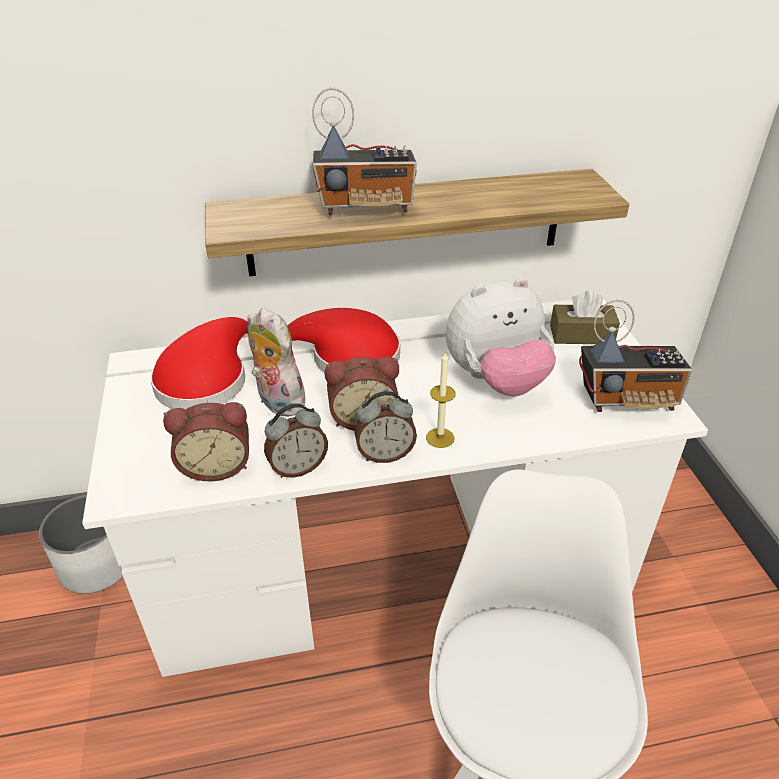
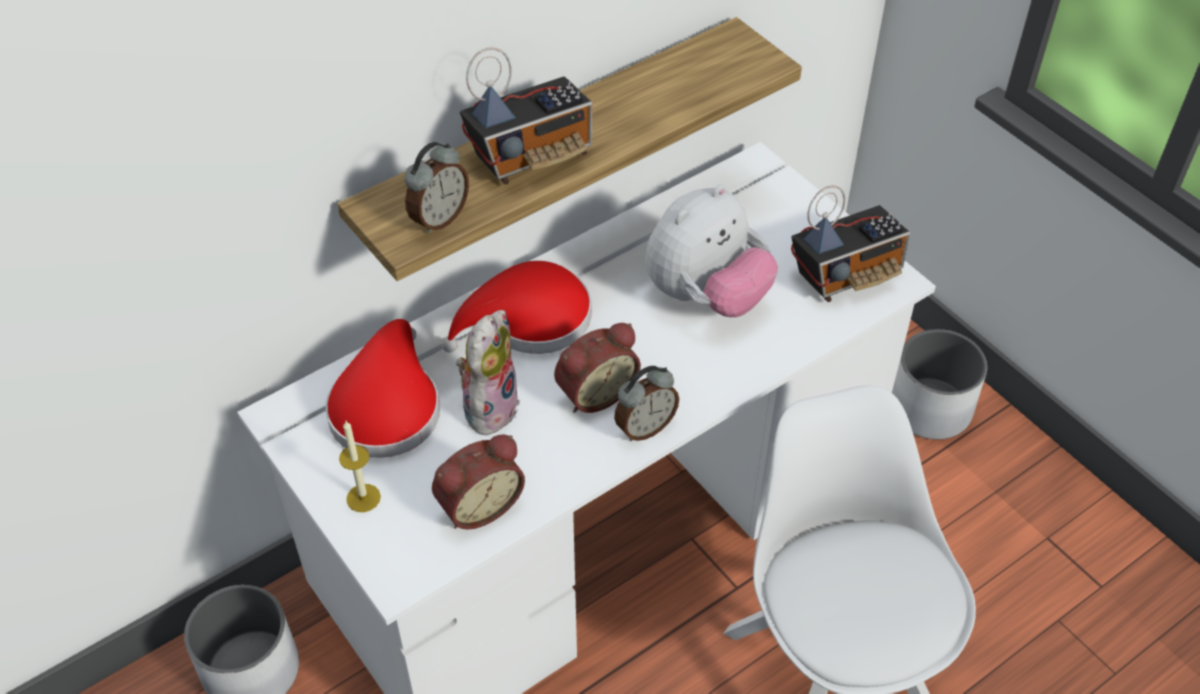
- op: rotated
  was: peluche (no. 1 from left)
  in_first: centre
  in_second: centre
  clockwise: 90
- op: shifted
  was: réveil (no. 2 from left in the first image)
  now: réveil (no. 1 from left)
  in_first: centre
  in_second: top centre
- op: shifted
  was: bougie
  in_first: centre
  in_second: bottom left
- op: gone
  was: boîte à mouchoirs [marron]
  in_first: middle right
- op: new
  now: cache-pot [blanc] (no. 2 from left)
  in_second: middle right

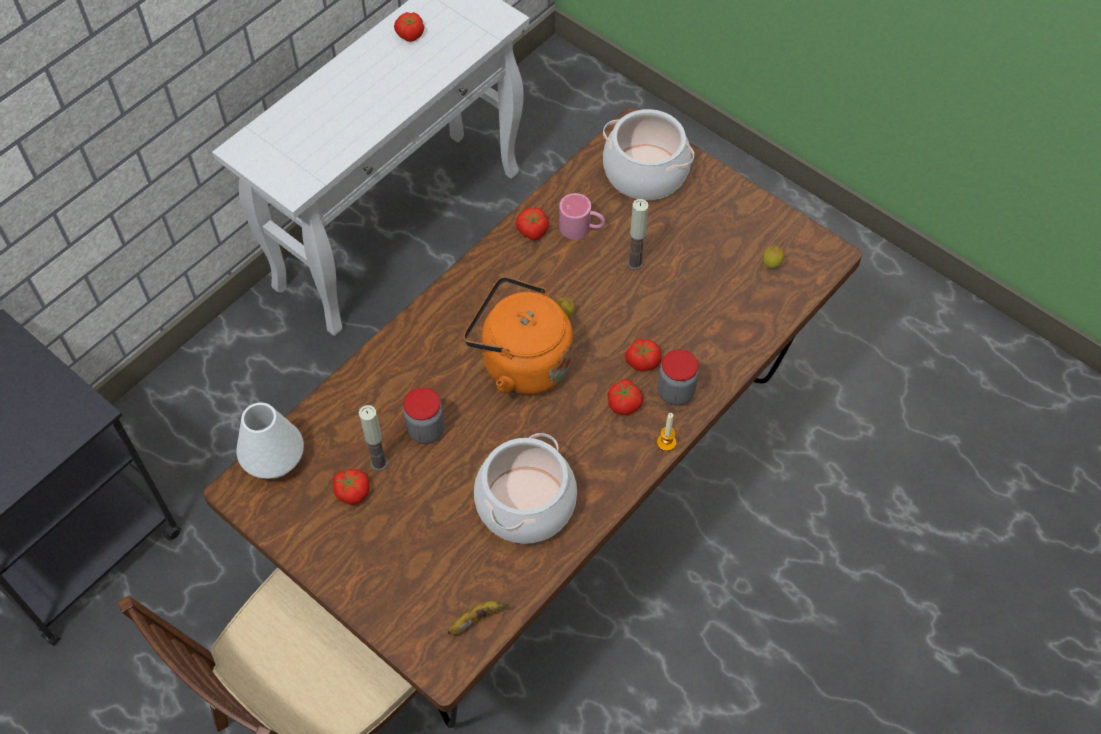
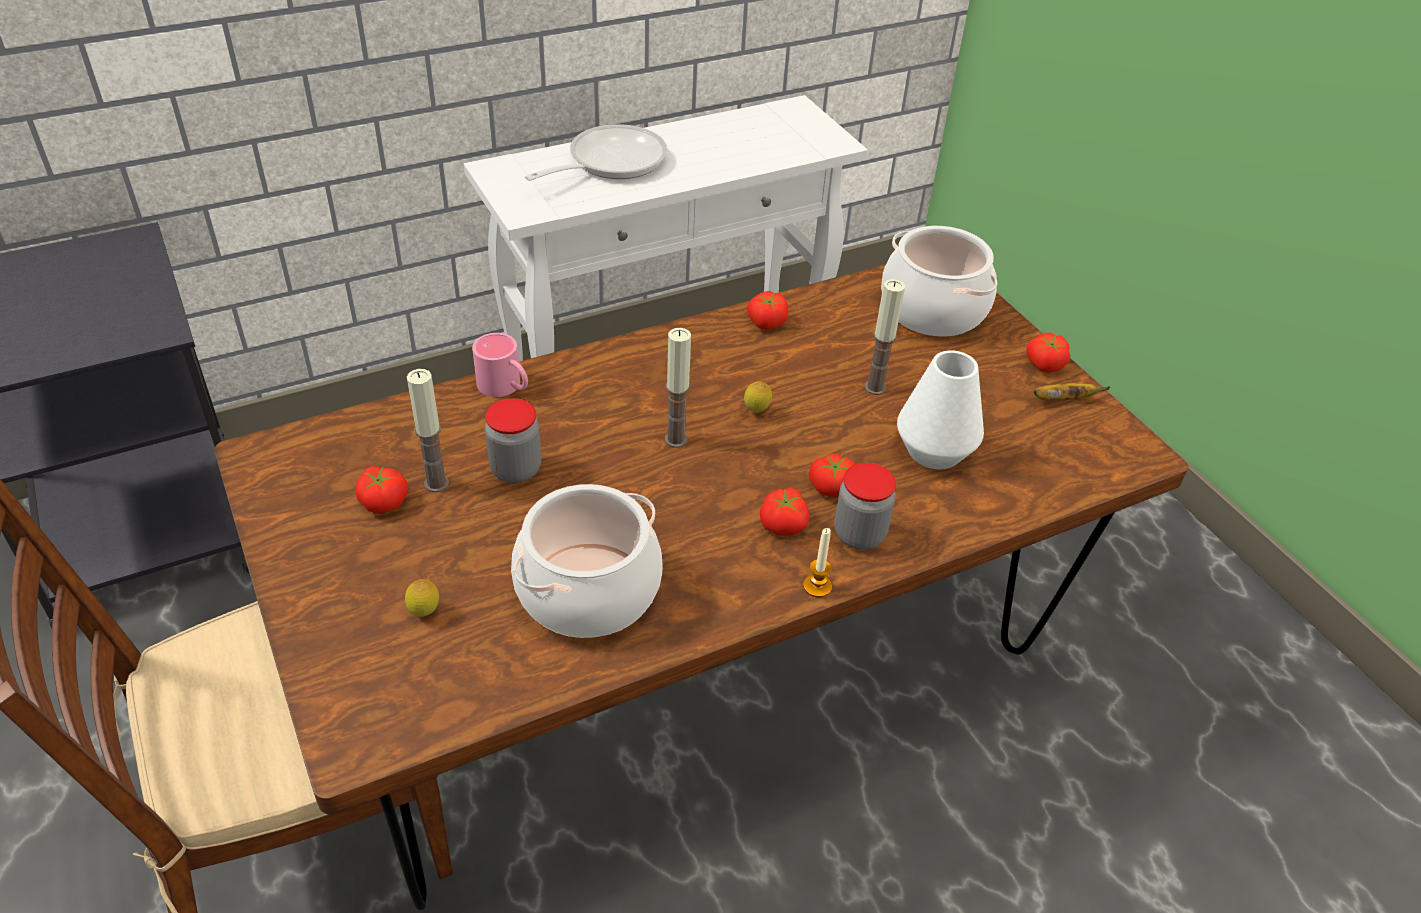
- op: shifted
  was: vase [blanc]
  in_first: middle left
  in_second: centre
- op: shifted
  was: tomate (no. 2 from left in the first image)
  now: tomate (no. 5 from left)
  in_first: top centre
  in_second: middle right
- op: shifted
  was: banane
  in_first: bottom centre
  in_second: middle right
- op: swapped
  was: bouilloire [orange]
  now: bougie (no. 2 from left)
  in_first: centre
  in_second: centre
- op: shifted
  was: mug [rose]
  in_first: top centre
  in_second: centre
- op: shifted
  was: citron (no. 2 from left in the first image)
  now: citron (no. 1 from left)
  in_first: middle right
  in_second: middle left
- op: new
  now: poêle
  in_second: top centre

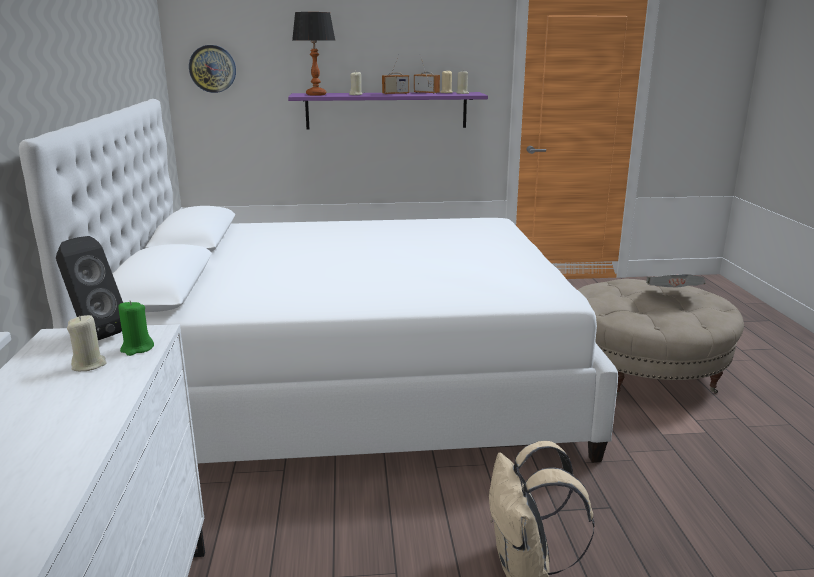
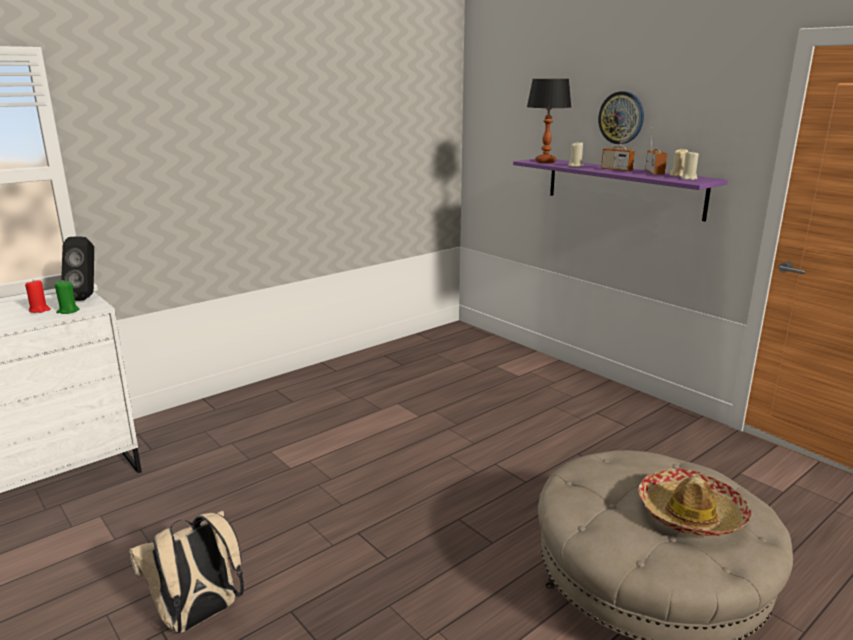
- op: gone
  was: lit [blanc]
  in_first: centre
- op: repainted
  was: bougie [beige] (no. 1 from left)
  now: bougie [rouge]
  in_first: middle left
  in_second: middle left
- op: shifted
  was: horloge murale
  in_first: top left
  in_second: top right
- op: swapped
  was: journal
  now: chapeau
  in_first: middle right
  in_second: bottom right

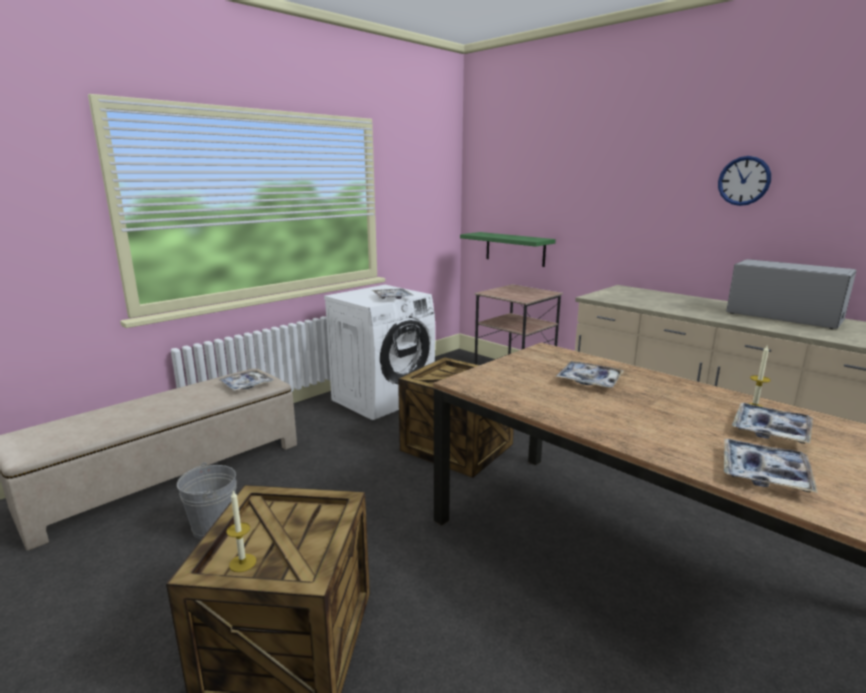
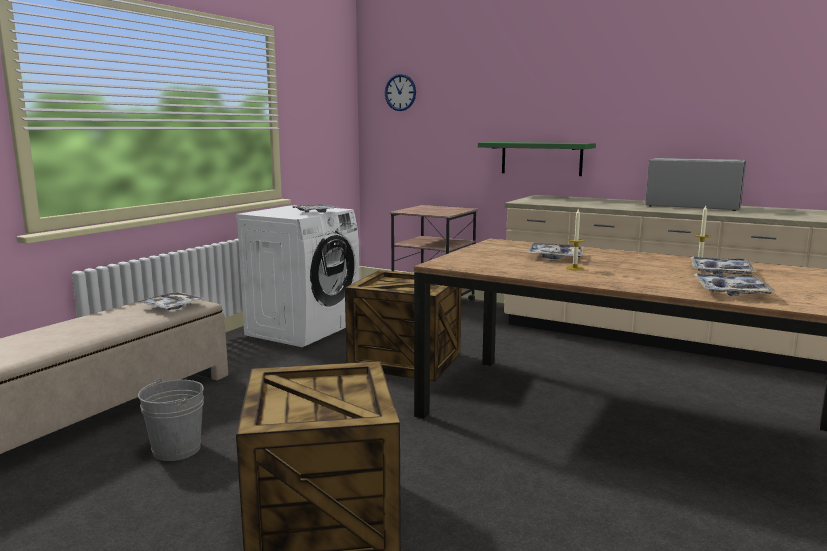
- op: shifted
  was: bougie (no. 1 from left)
  in_first: bottom left
  in_second: middle right
- op: shifted
  was: étagère [vert]
  in_first: centre
  in_second: top centre
- op: shifted
  was: horloge murale
  in_first: top right
  in_second: top centre

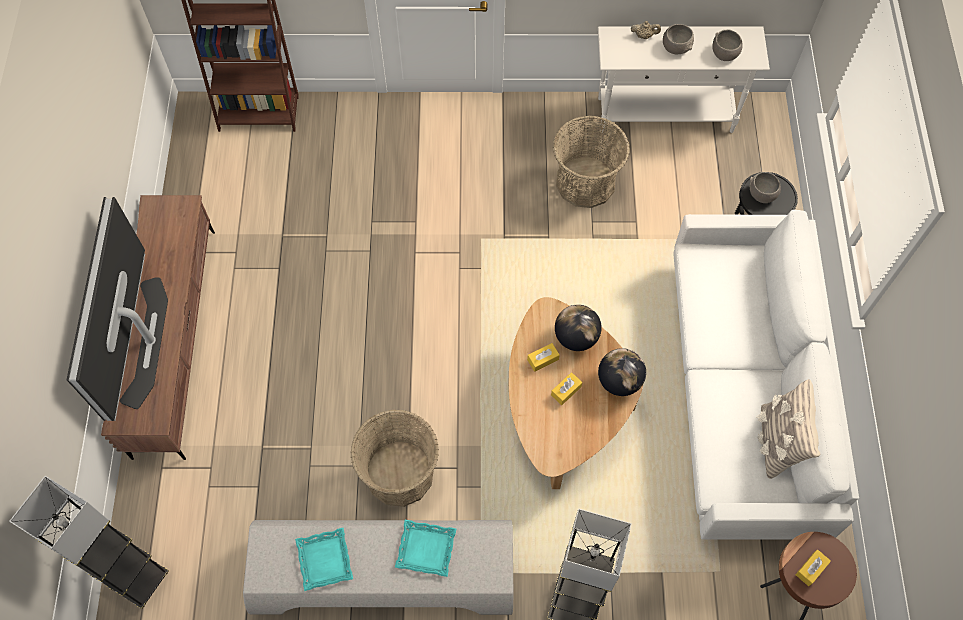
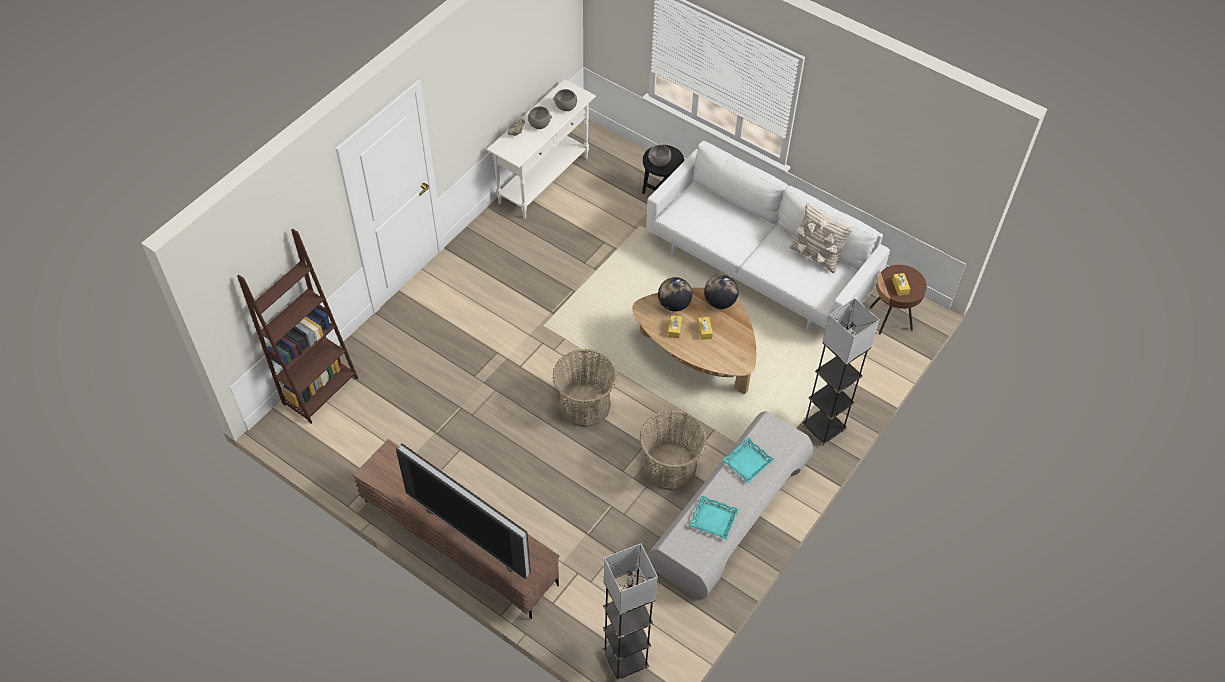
- op: shifted
  was: panier (no. 2 from left in the first image)
  now: panier (no. 1 from left)
  in_first: top centre
  in_second: centre

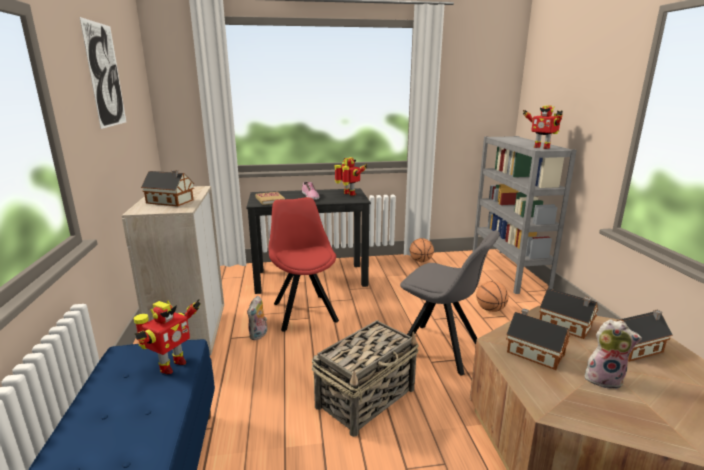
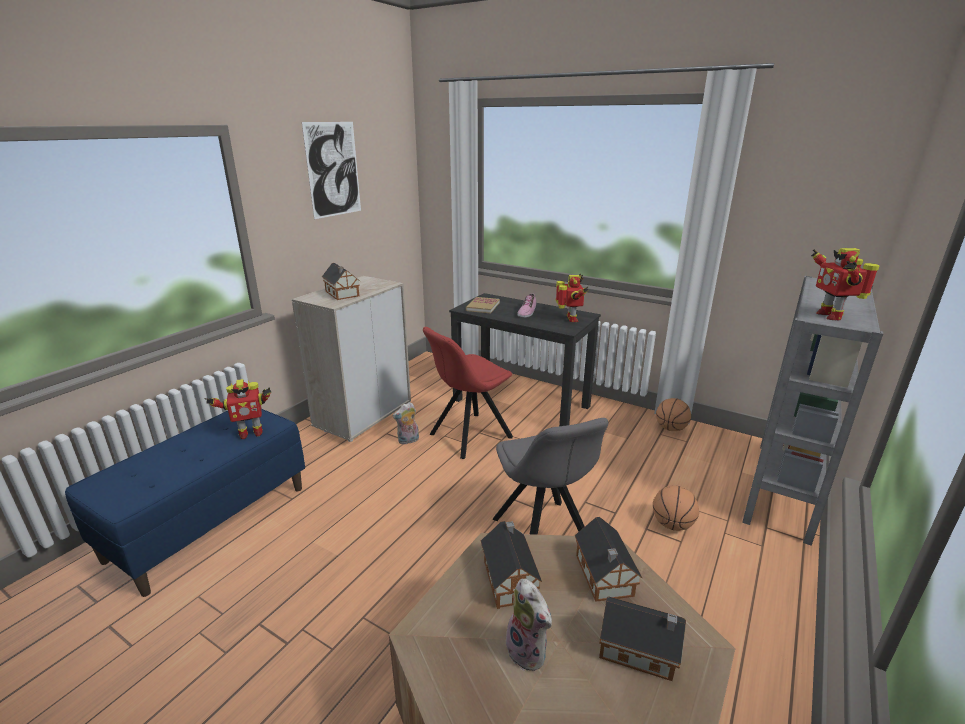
- op: rotated
  was: chaise [rouge]
  in_first: centre
  in_second: centre
  clockwise: -150
- op: gone
  was: panier
  in_first: bottom centre

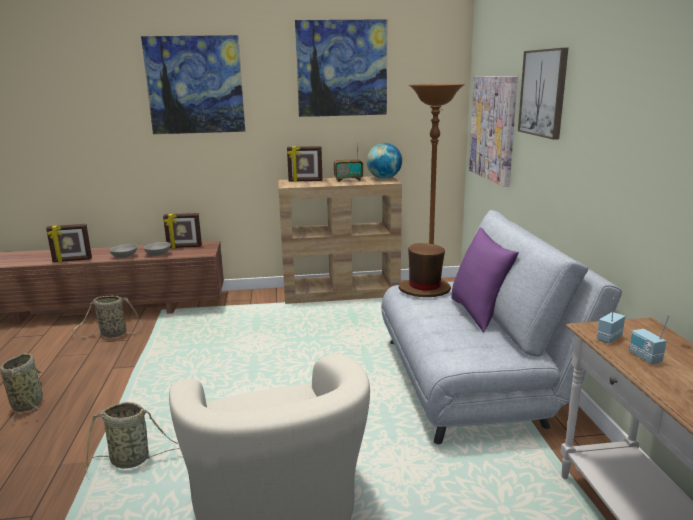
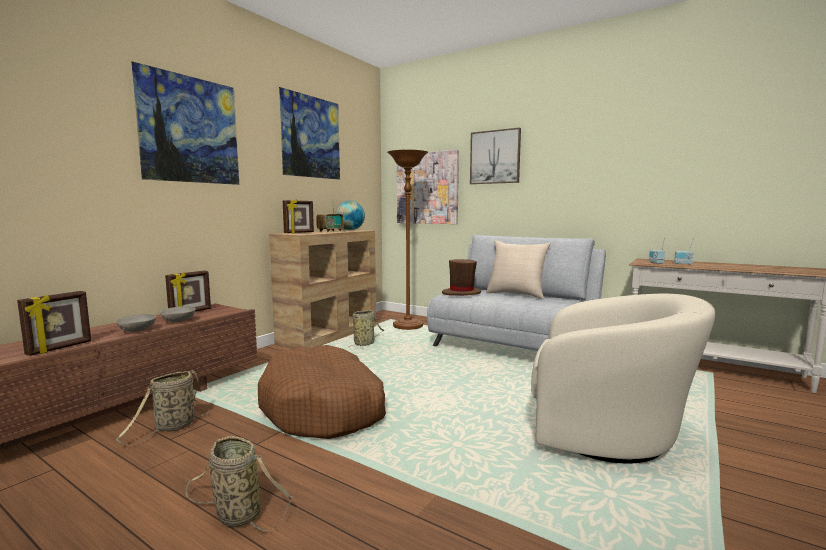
- op: shifted
  was: panier (no. 3 from left)
  in_first: bottom left
  in_second: centre
- op: repainted
  was: coussin [violet]
  now: coussin [beige]
  in_first: middle right
  in_second: centre
- op: new
  now: panier pour chien [marron]
  in_second: bottom centre

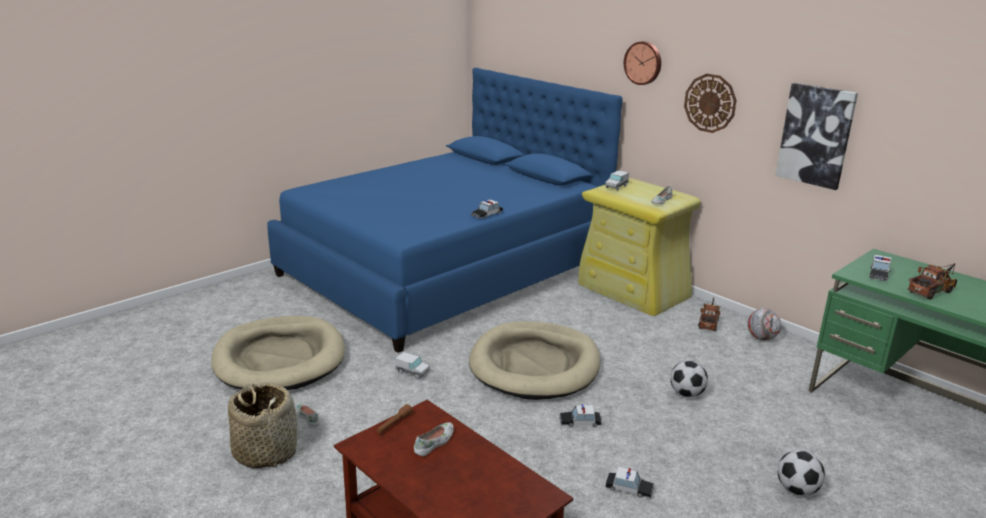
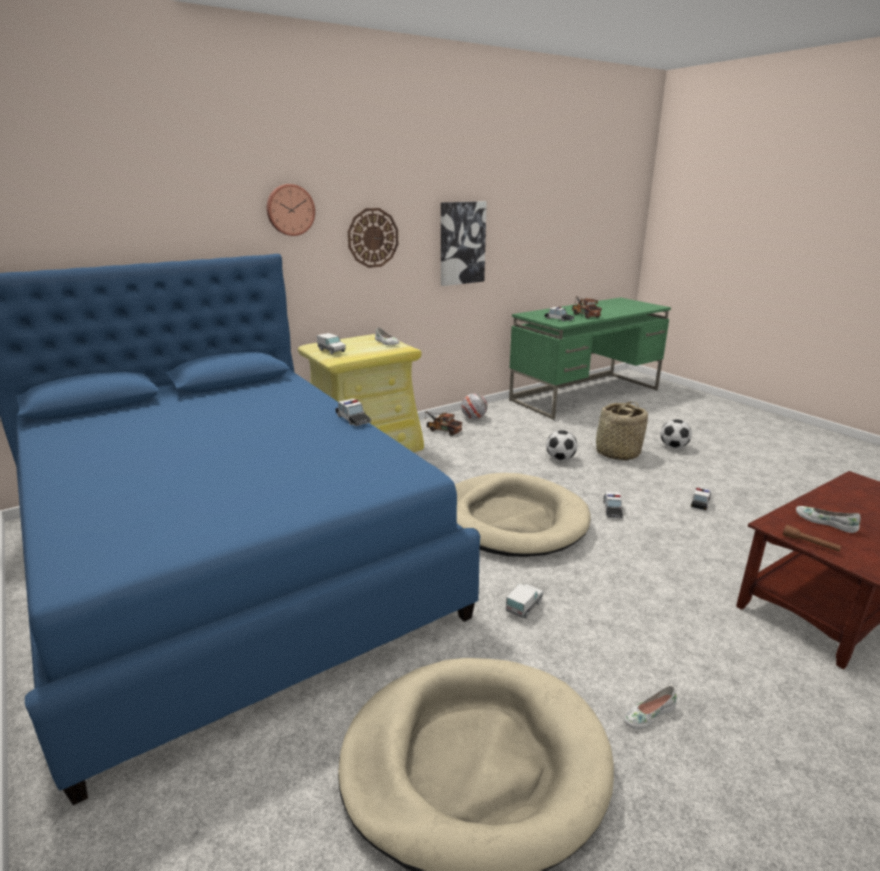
- op: shifted
  was: panier
  in_first: bottom left
  in_second: middle right

